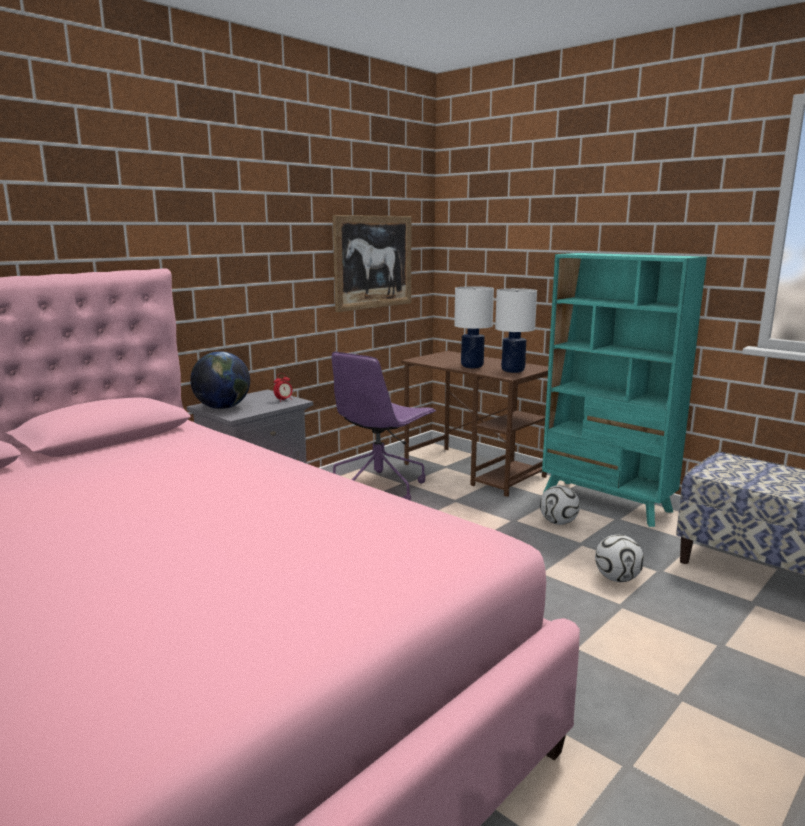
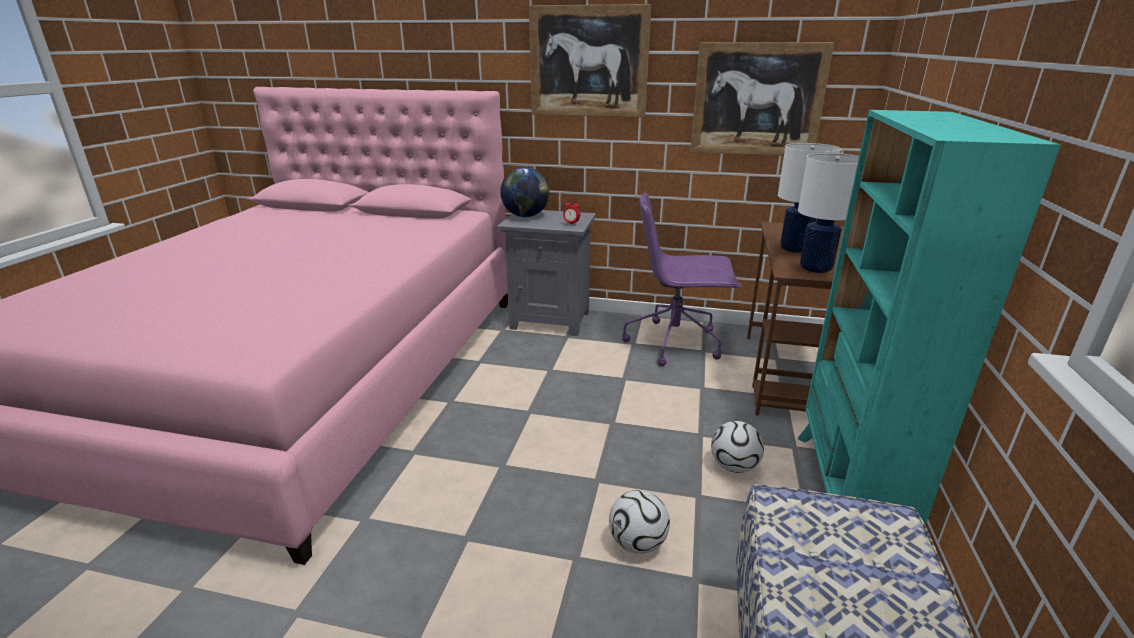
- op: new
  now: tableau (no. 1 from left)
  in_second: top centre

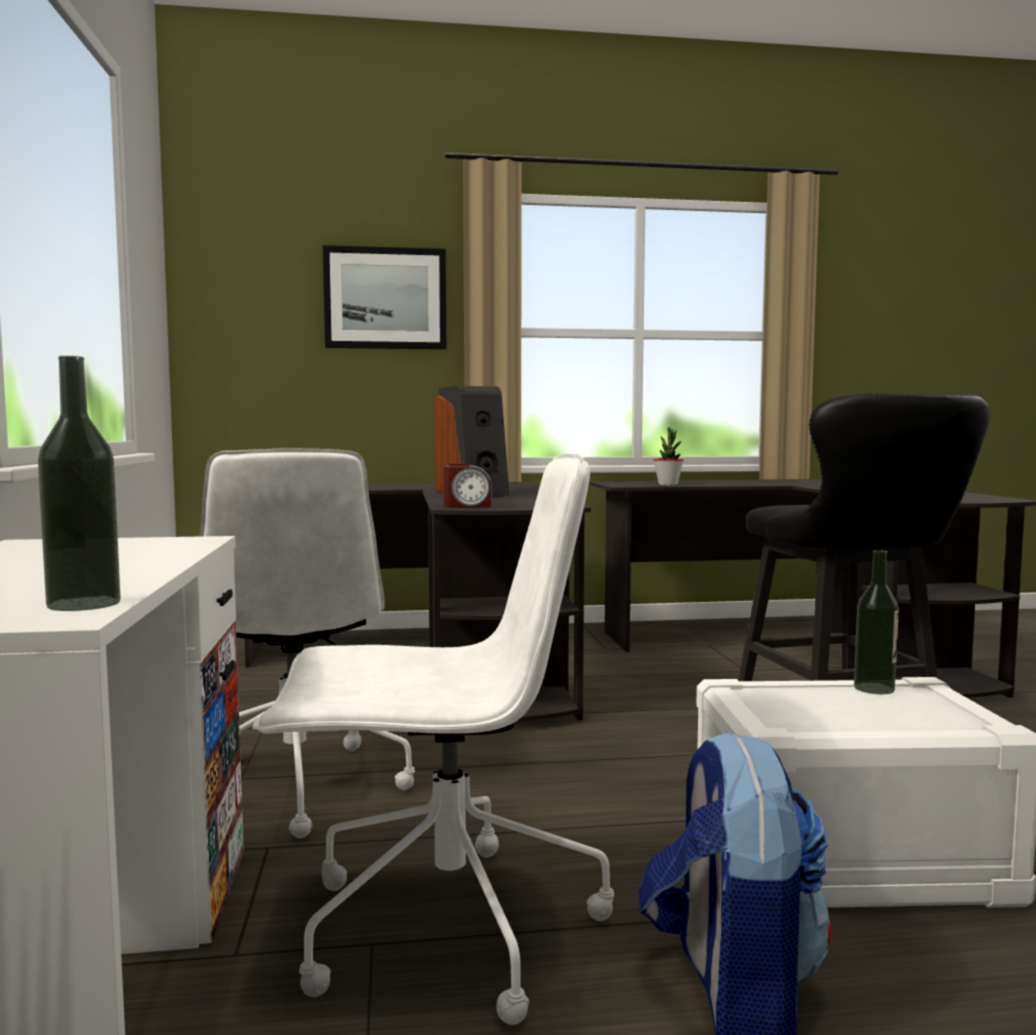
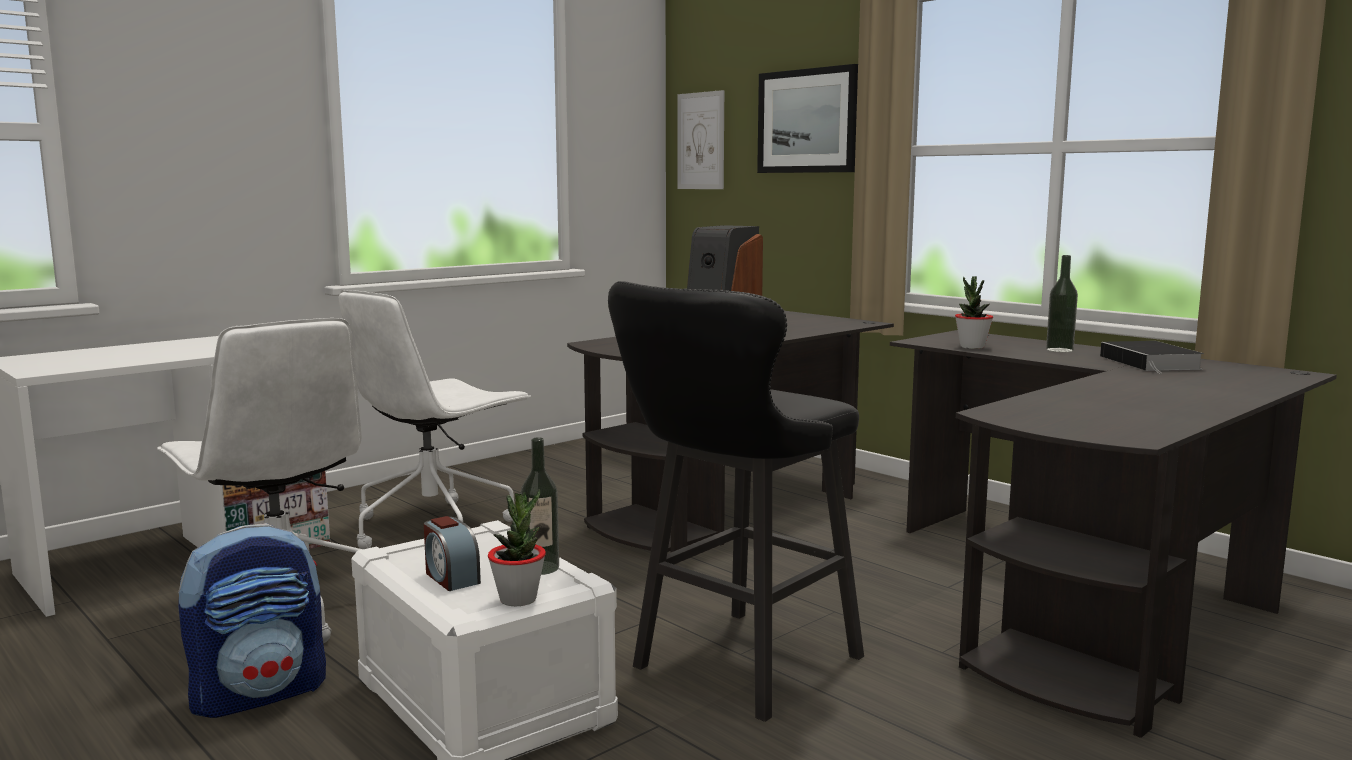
- op: shifted
  was: bouteille (no. 1 from left in the first image)
  now: bouteille (no. 2 from left)
  in_first: middle left
  in_second: middle right
- op: shifted
  was: réveil
  in_first: centre
  in_second: bottom centre
- op: new
  now: plante en pot (no. 1 from left)
  in_second: bottom centre
- op: new
  now: tableau (no. 1 from left)
  in_second: top centre
- op: new
  now: livre
  in_second: middle right

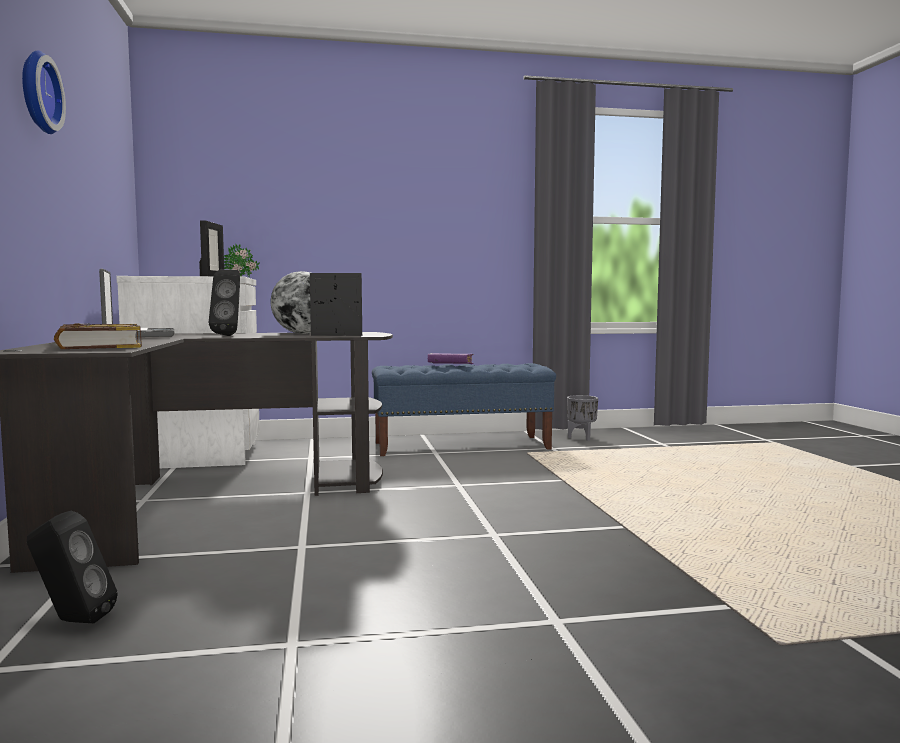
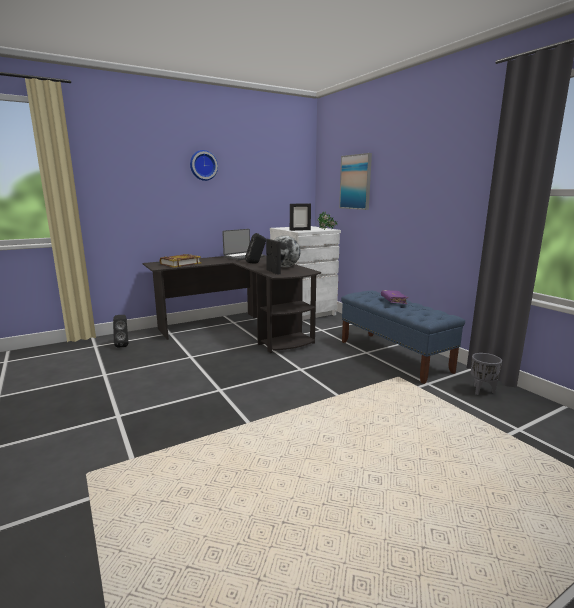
- op: new
  now: tableau
  in_second: top centre

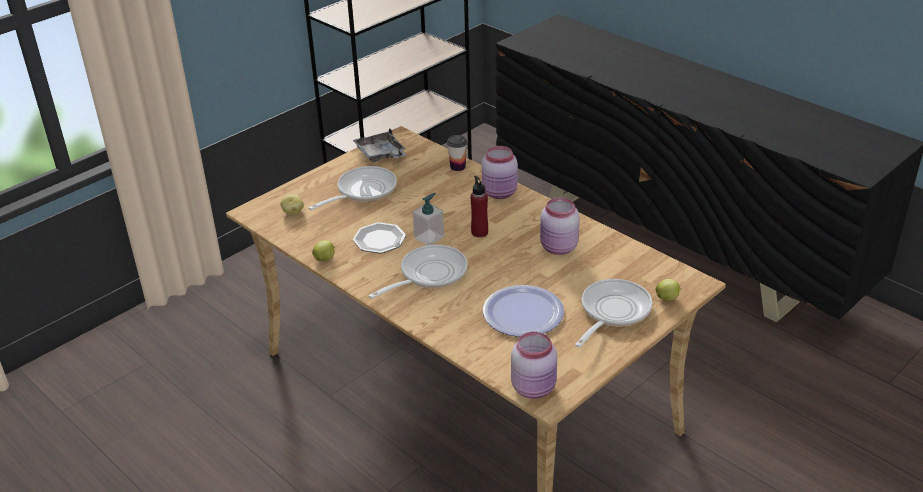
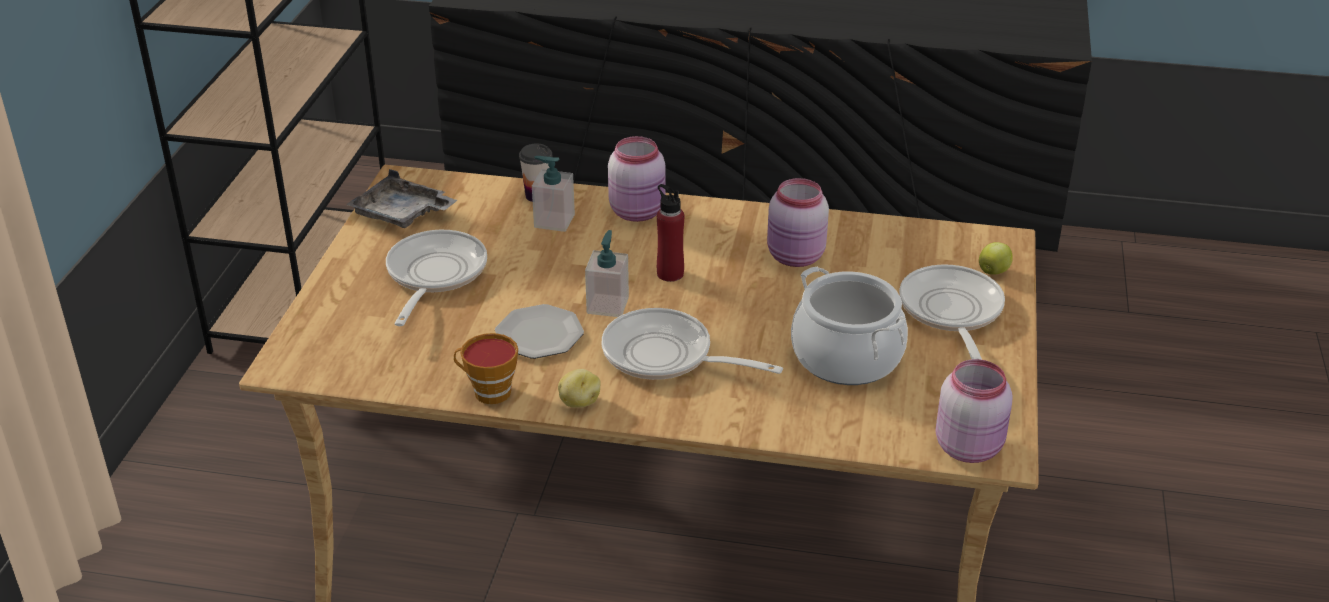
- op: shifted
  was: pomme de terre
  in_first: middle left
  in_second: centre
- op: swapped
  was: pomme (no. 1 from left)
  now: tasse (no. 1 from left)
  in_first: centre
  in_second: centre
- op: rotated
  was: poêle (no. 2 from left)
  in_first: centre
  in_second: centre
  clockwise: -75
- op: swapped
  was: assiette (no. 2 from left)
  now: marmite
  in_first: centre
  in_second: centre
- op: new
  now: distributeur de savon (no. 1 from left)
  in_second: top centre

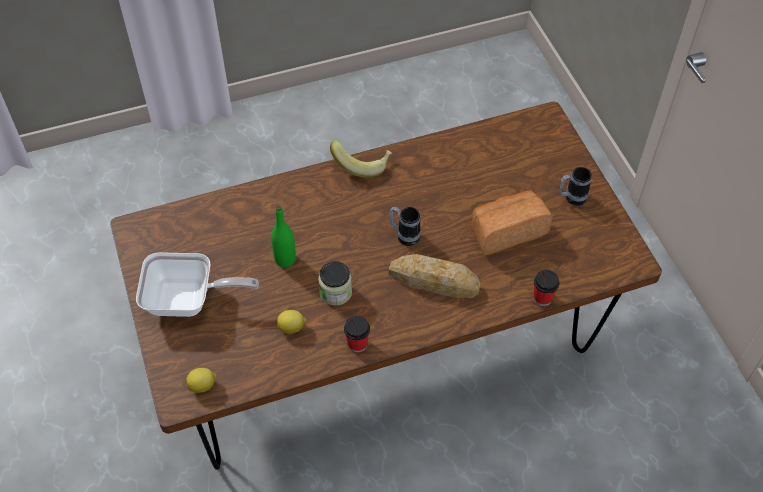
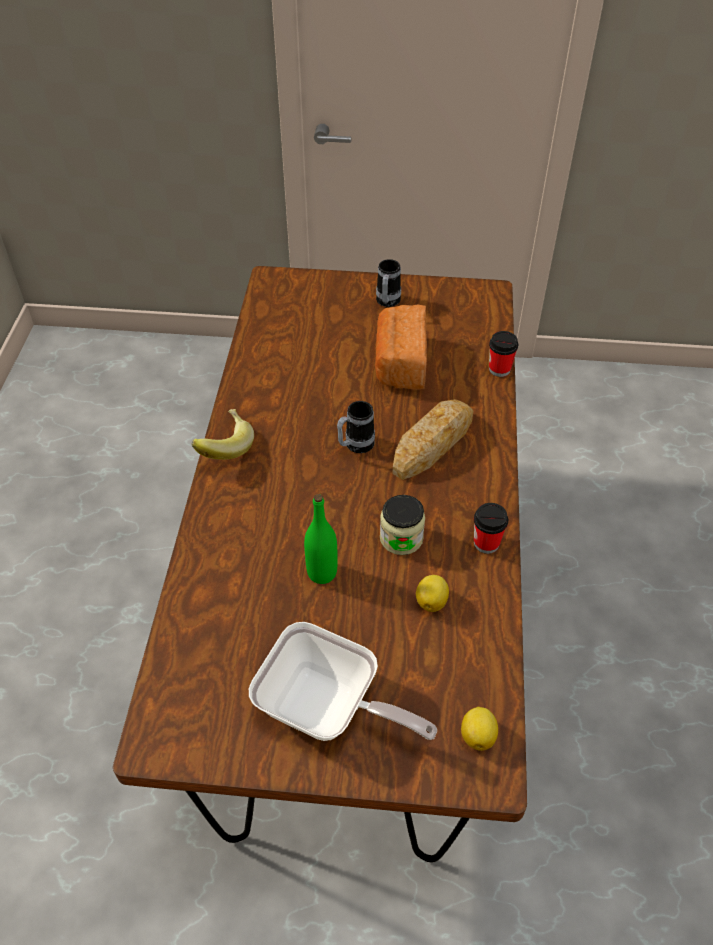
- op: rotated
  was: poêle
  in_first: middle left
  in_second: bottom centre
  clockwise: 90

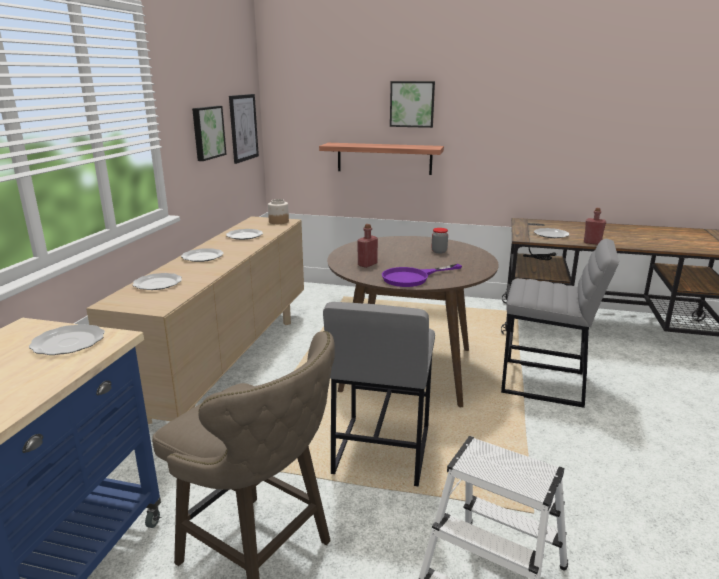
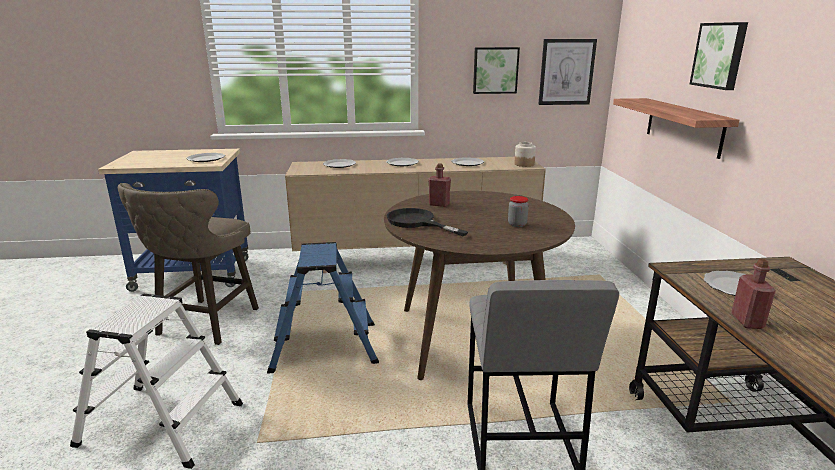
- op: swapped
  was: chaise [gris] (no. 1 from left)
  now: escabeau [bleu]
  in_first: bottom centre
  in_second: centre
- op: repainted
  was: poêle [violet]
  now: poêle [noir]
  in_first: centre
  in_second: centre

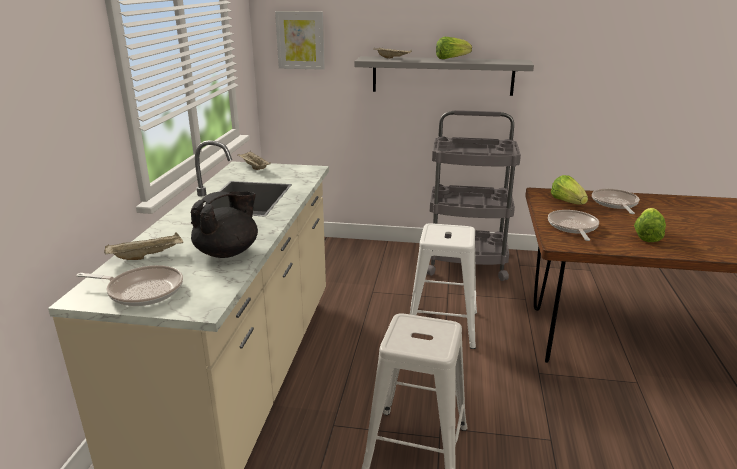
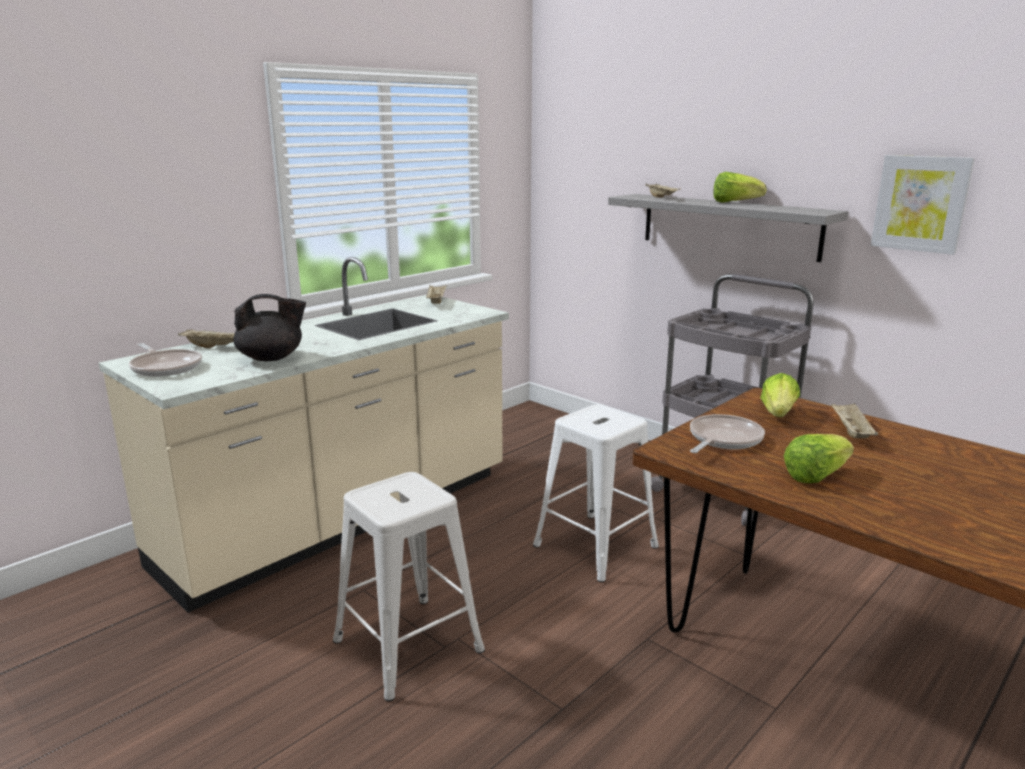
- op: shifted
  was: tableau
  in_first: top centre
  in_second: top right
- op: swapped
  was: poêle (no. 3 from left)
  now: plateau [beige] (no. 4 from left)
  in_first: middle right
  in_second: middle right

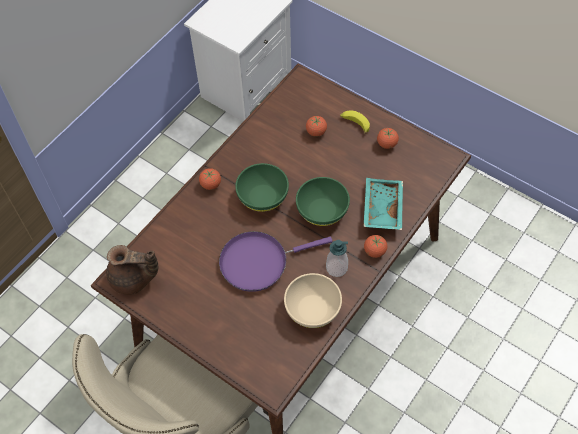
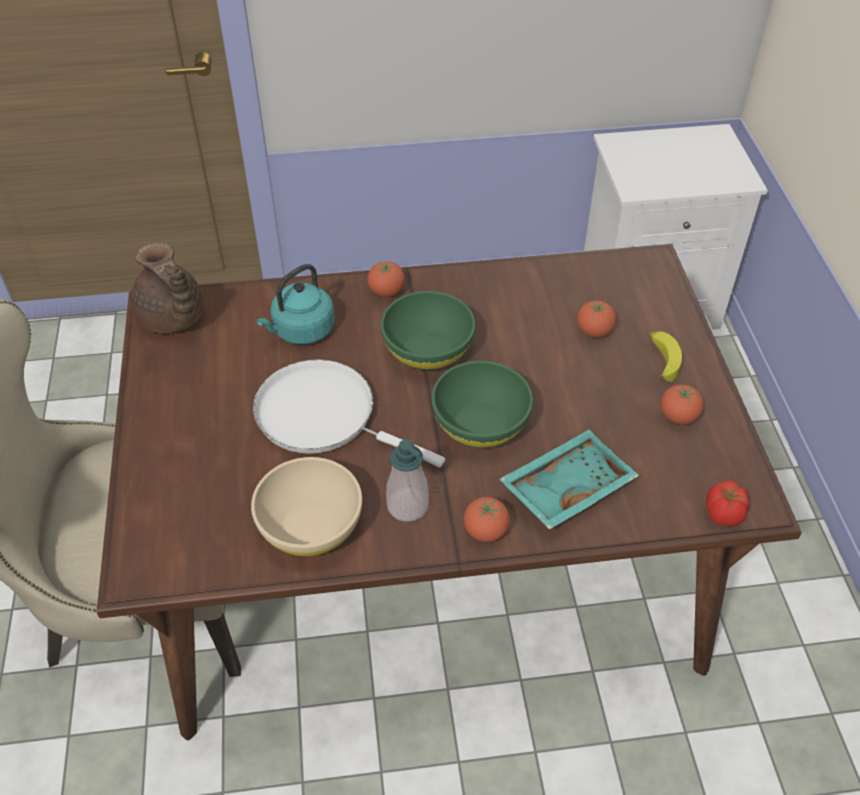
- op: repainted
  was: poêle [violet]
  now: poêle [blanc]
  in_first: centre
  in_second: centre
- op: new
  now: bouilloire [turquoise]
  in_second: centre
- op: new
  now: tomate (no. 5 from left)
  in_second: middle right

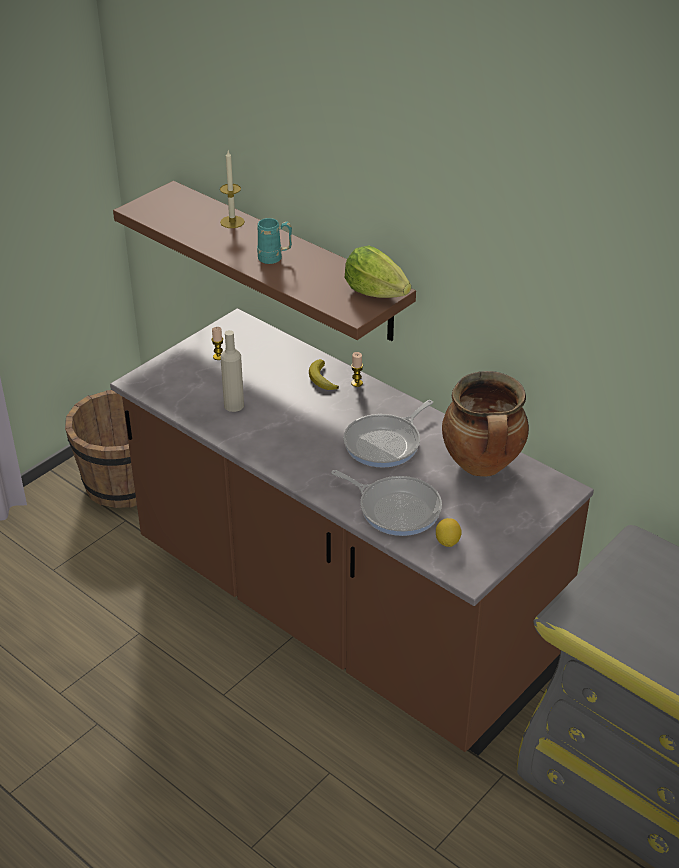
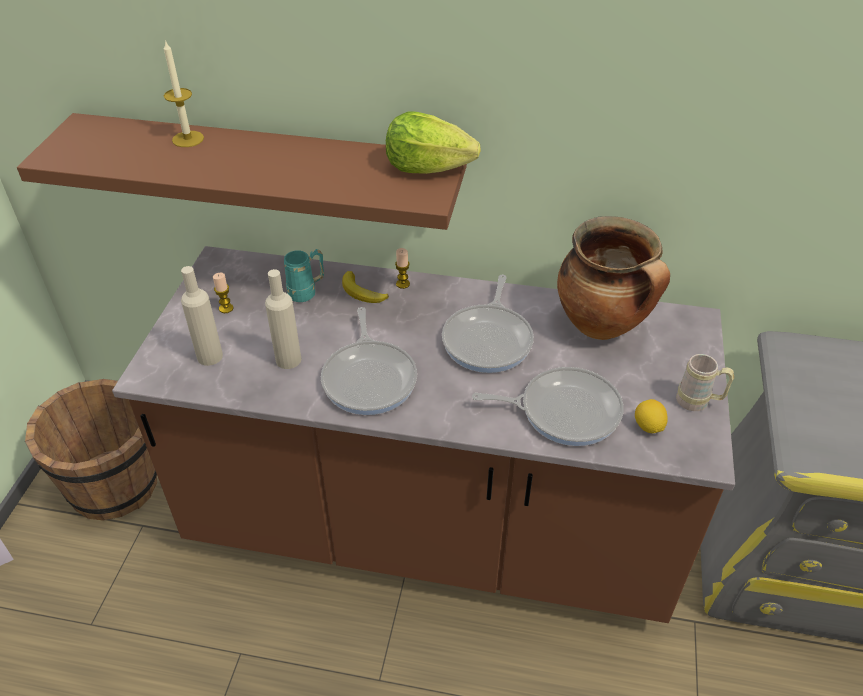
- op: shifted
  was: mug [turquoise]
  in_first: top centre
  in_second: centre
- op: new
  now: bouteille [beige] (no. 1 from left)
  in_second: middle left
- op: new
  now: poêle (no. 1 from left)
  in_second: centre
- op: new
  now: mug [beige]
  in_second: middle right

